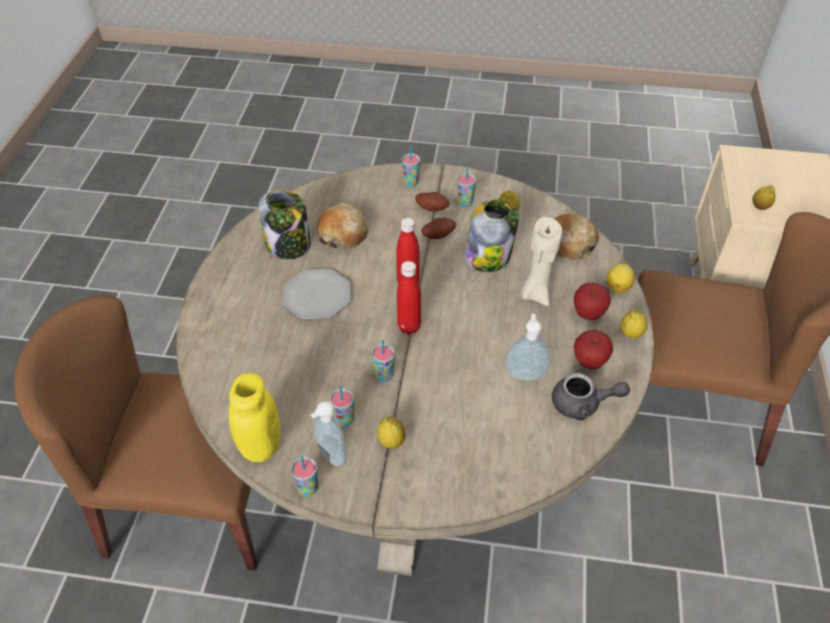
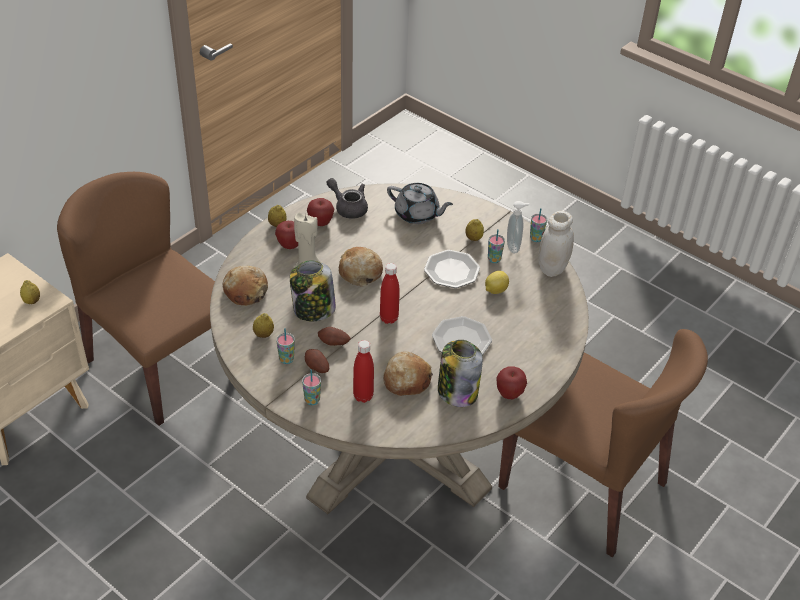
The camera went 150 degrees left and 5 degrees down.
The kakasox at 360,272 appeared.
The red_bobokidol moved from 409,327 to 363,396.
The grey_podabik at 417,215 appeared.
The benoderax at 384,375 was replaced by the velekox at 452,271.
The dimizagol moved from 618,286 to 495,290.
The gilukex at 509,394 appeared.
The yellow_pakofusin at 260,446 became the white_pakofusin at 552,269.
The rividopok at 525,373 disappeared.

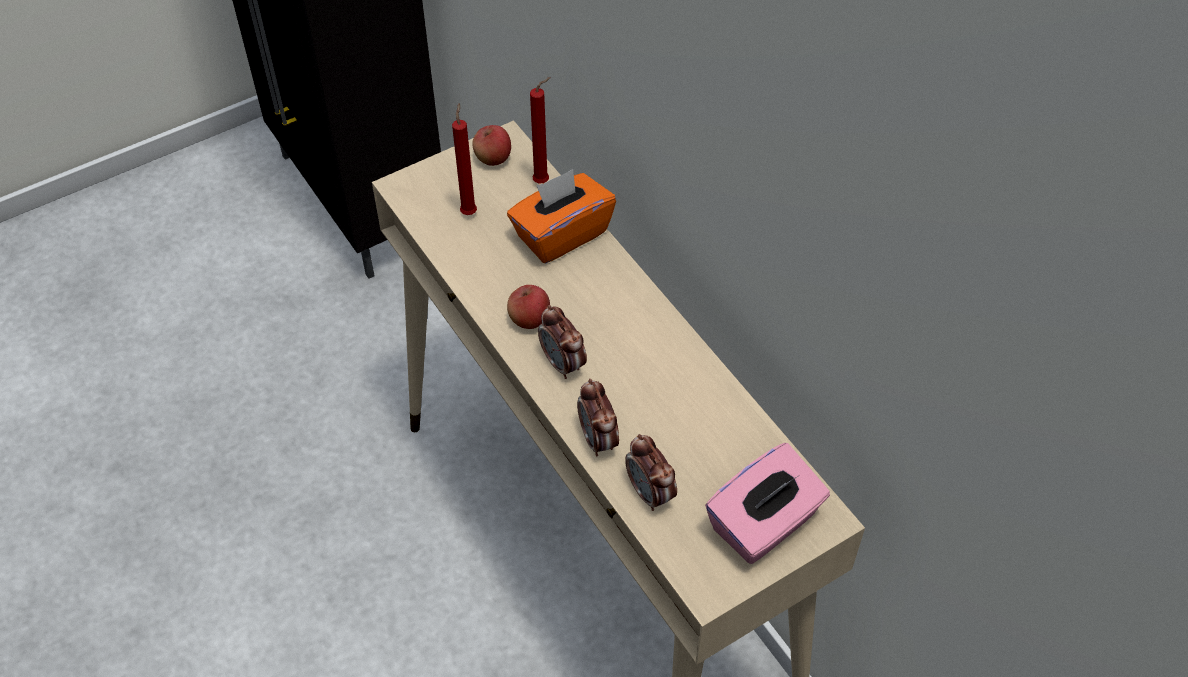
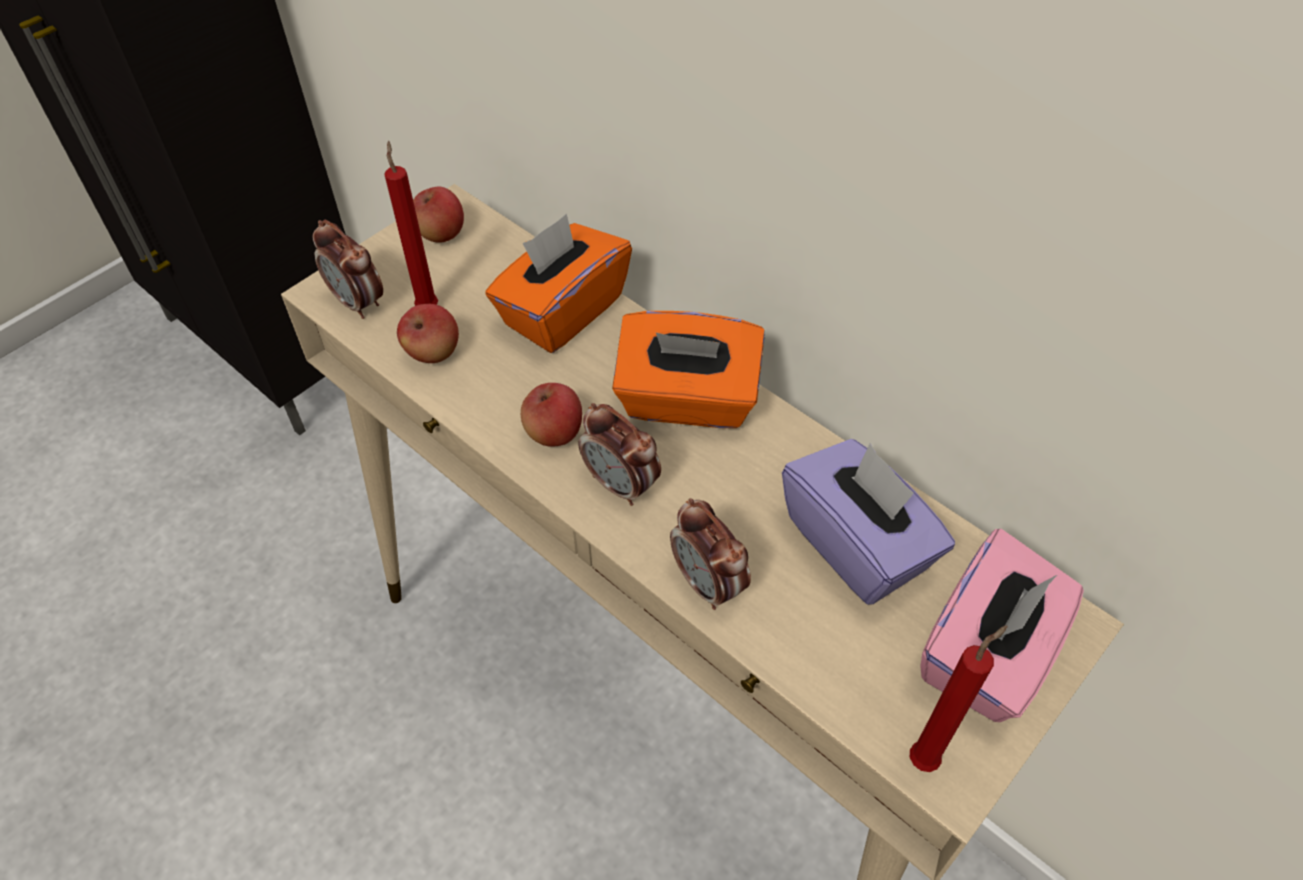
The camera went 15 degrees left and 0 degrees up.
The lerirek moved from 650,493 to 358,302.
The gilukex at 433,353 appeared.
The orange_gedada at 687,401 appeared.
The purple_gedada at 857,544 appeared.
The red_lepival moved from 543,181 to 926,758.

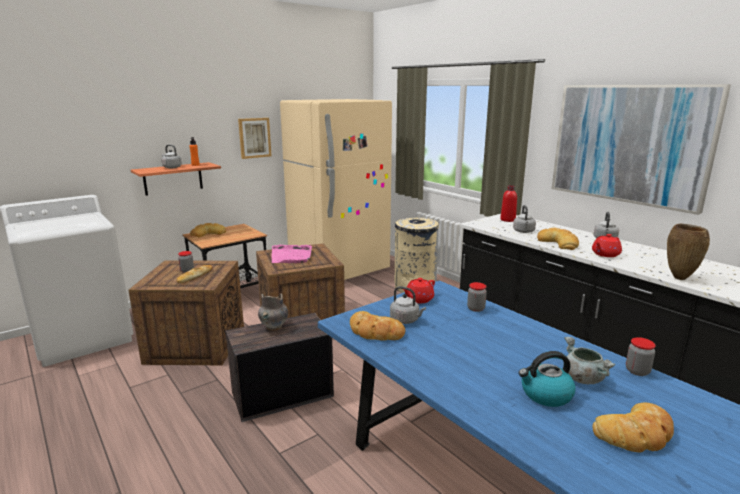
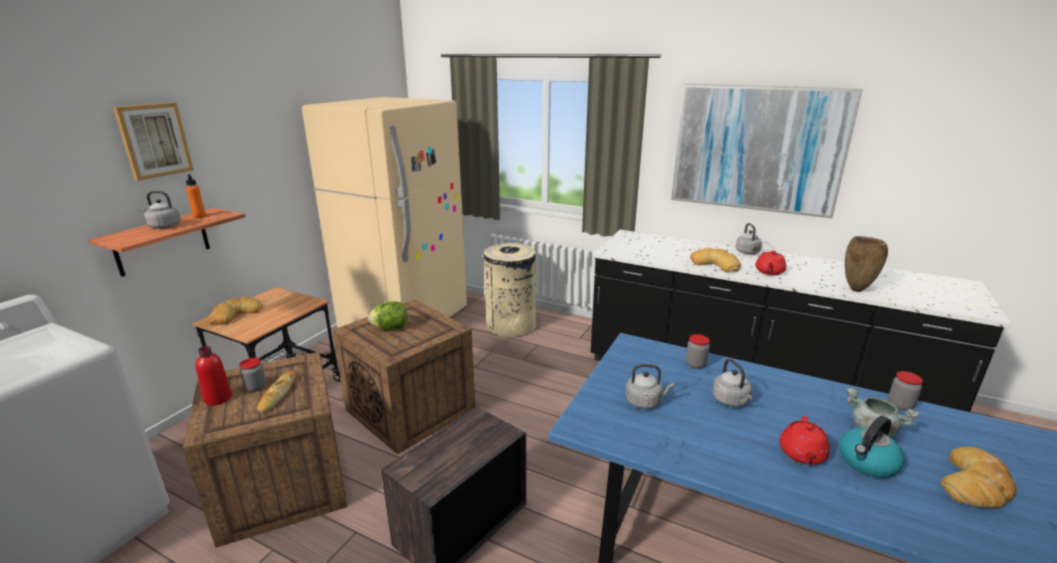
The camera went 25 degrees left and 5 degrees up.
The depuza moved from 254,138 to 154,140.
The red_bobokidol moved from 507,220 to 218,398.
The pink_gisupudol at 291,256 was replaced by the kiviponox at 390,328.
The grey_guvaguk moved from 523,232 to 731,401.
The red_podabik moved from 418,299 to 801,454.
The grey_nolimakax at 274,327 disappeared.
The kakasox at 375,332 disappeared.

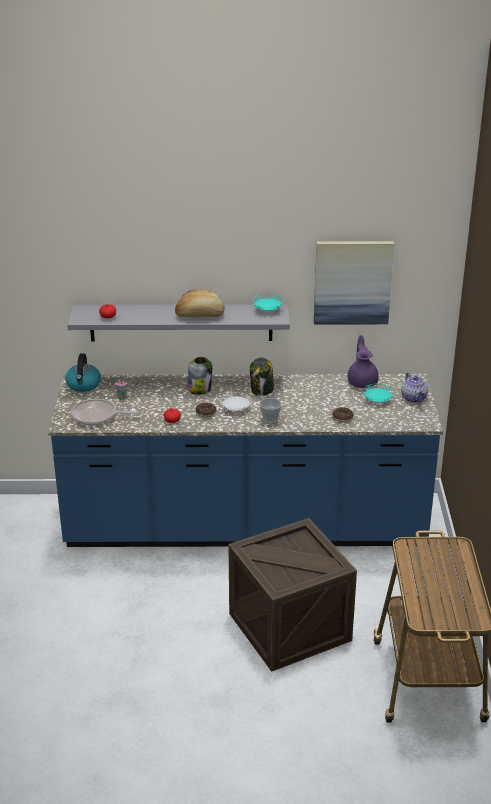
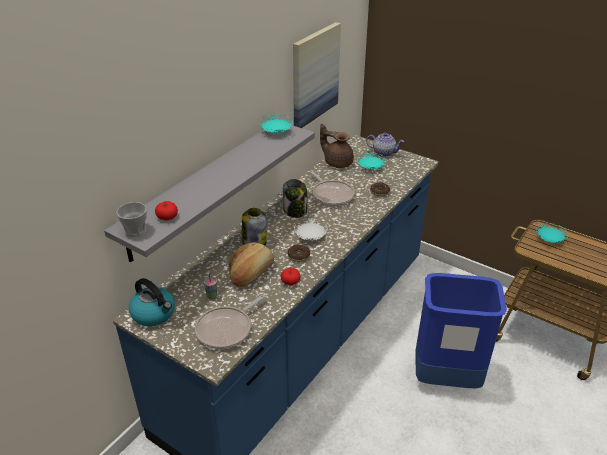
The camera went 55 degrees left and 5 degrees up.
The benoderax moved from 270,420 to 135,231.
The kakasox moved from 200,315 to 252,273.
The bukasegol at 331,195 appeared.
The purple_podabik at 362,382 became the brown_podabik at 337,162.
The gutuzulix at 289,627 was replaced by the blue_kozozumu at 446,378.
The turquoise_velekox at 549,239 appeared.

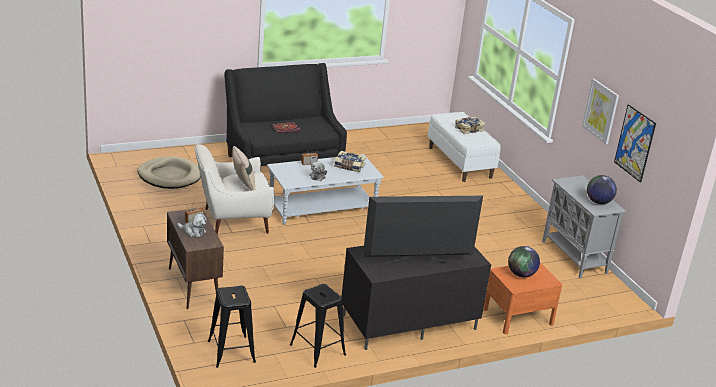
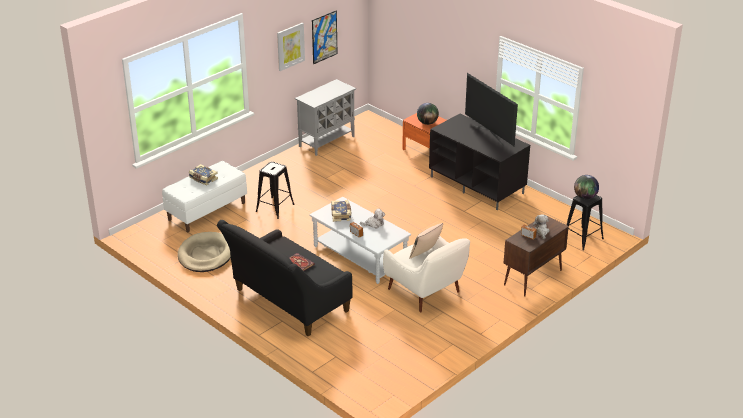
The camera went 110 degrees left and 5 degrees up.
The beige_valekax moved from 169,176 to 205,255.
The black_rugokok moved from 317,349 to 274,208.
The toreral moved from 598,202 to 585,197.

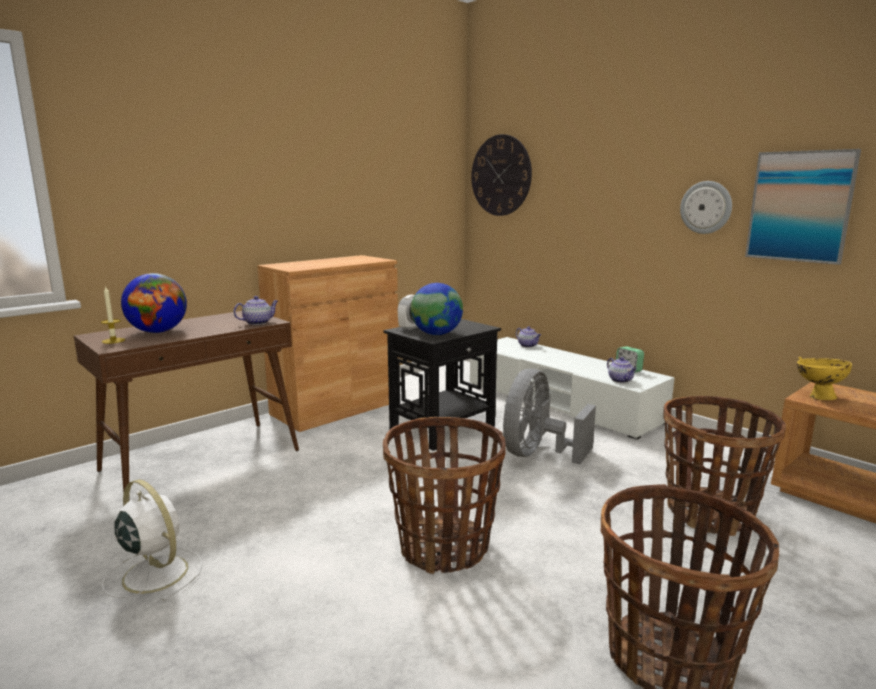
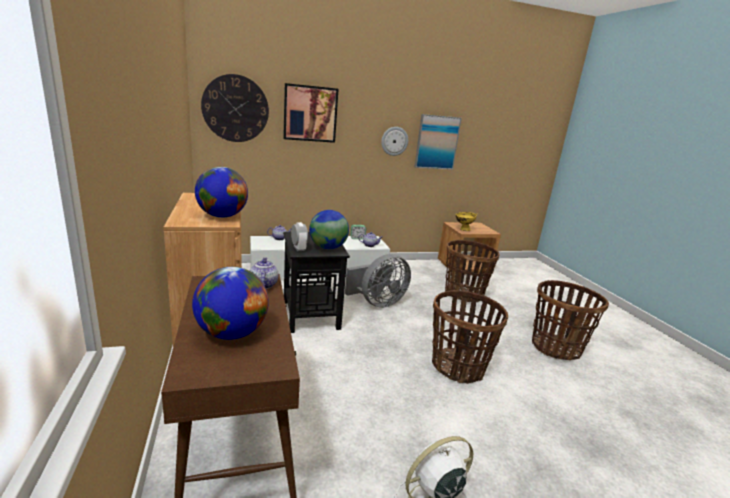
The camera went 65 degrees left and 5 degrees up.
The toreral at 222,216 appeared.
The depuza at 310,113 appeared.
The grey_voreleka at 537,454 turned 90 degrees counterclockwise.
The lepival at 113,341 disappeared.

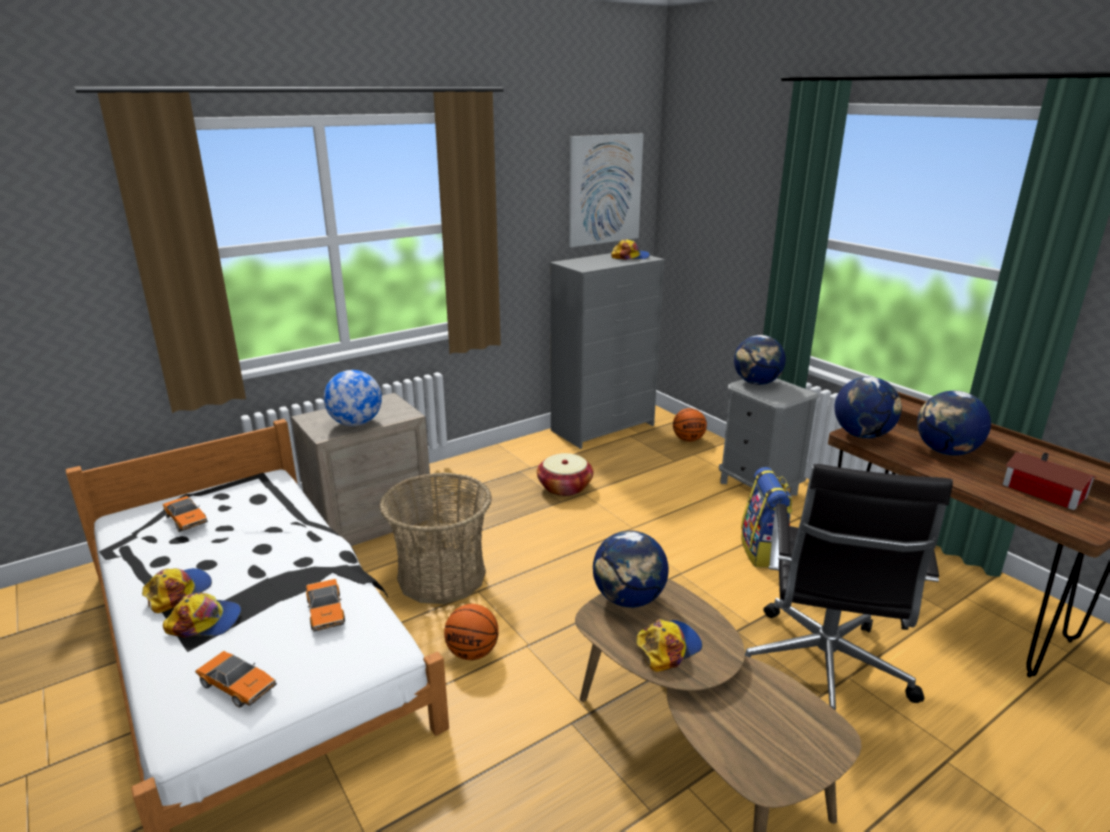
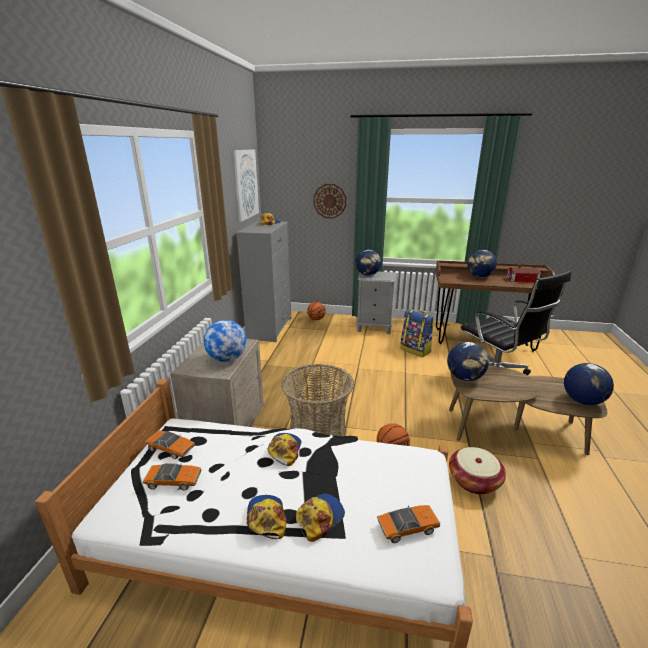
The camera went 45 degrees left and 0 degrees up.
The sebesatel moved from 326,612 to 171,448.
The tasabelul moved from 668,647 to 285,450.
The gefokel at 329,201 appeared.
The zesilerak moved from 565,487 to 474,480.
The toreral moved from 862,435 to 582,401.

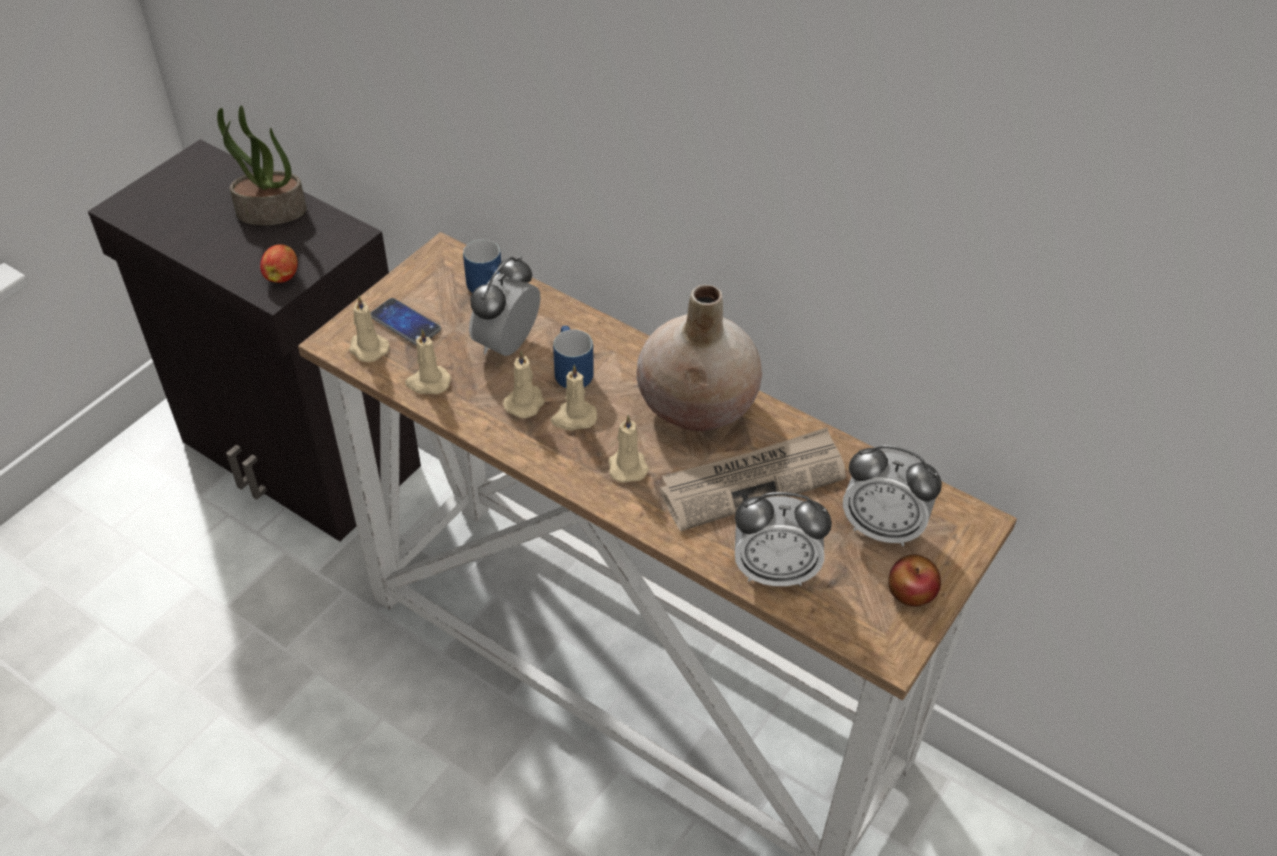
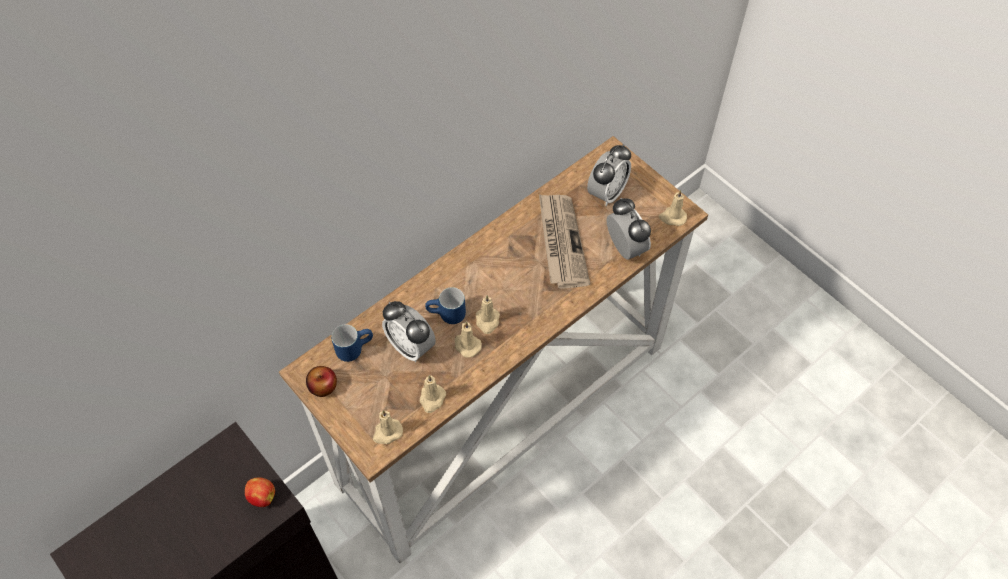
The camera went 75 degrees left and 10 degrees up.
The gilukex moved from 911,592 to 323,386.
The lerirek at 774,571 turned 45 degrees counterclockwise.
The beige_lepival moved from 627,466 to 672,217.
The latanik at 270,212 disappeared.
The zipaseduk at 405,323 disappeared.
The beige_nolimakax at 697,405 disappeared.

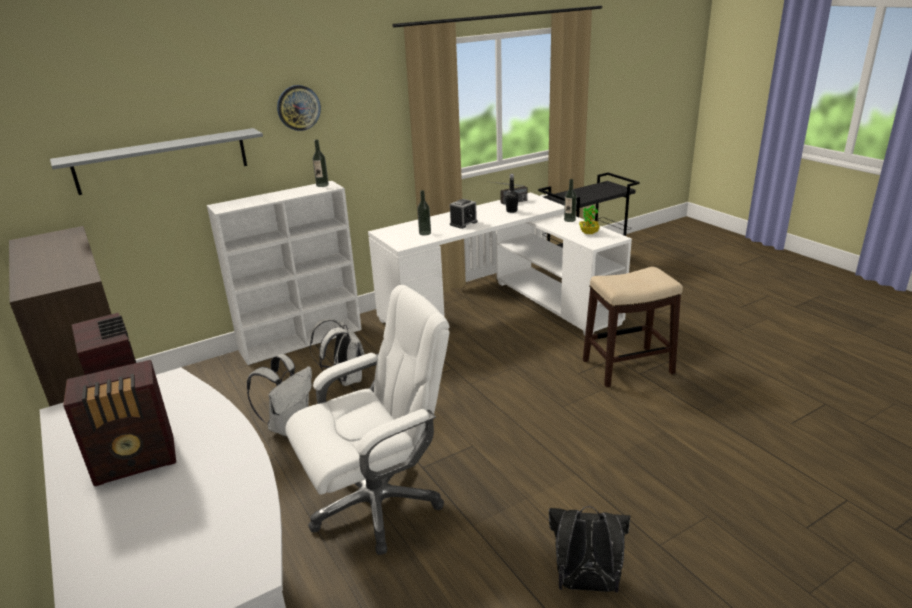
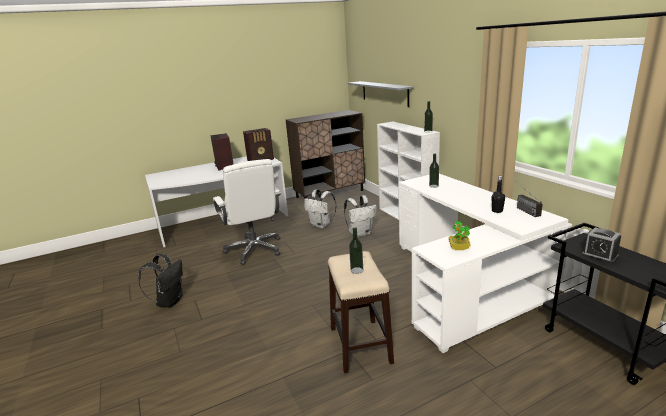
The camera went 95 degrees right and 5 degrees down.
The bobokidol moved from 569,220 to 357,270.
The lerirek moved from 463,223 to 599,255.
The gefokel at 298,107 disappeared.

